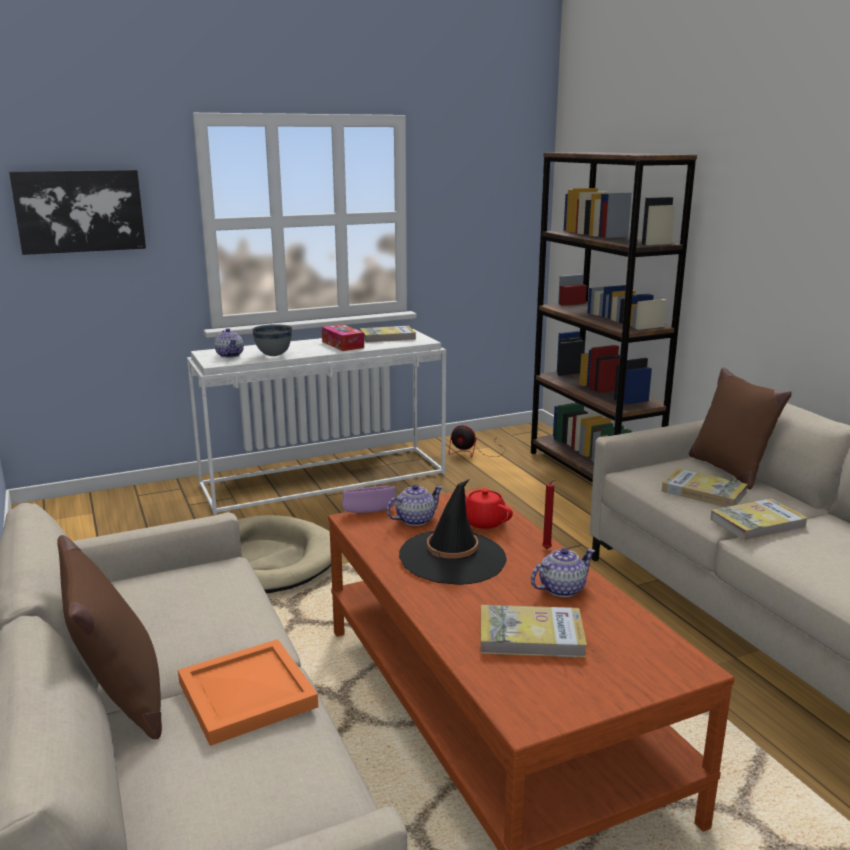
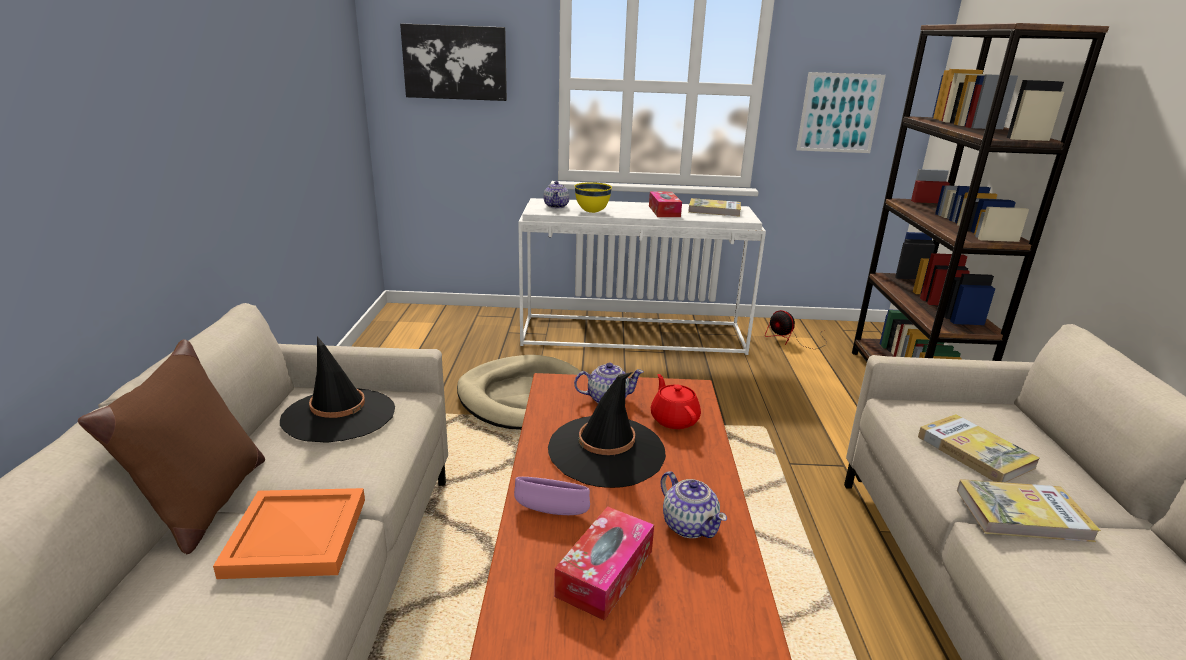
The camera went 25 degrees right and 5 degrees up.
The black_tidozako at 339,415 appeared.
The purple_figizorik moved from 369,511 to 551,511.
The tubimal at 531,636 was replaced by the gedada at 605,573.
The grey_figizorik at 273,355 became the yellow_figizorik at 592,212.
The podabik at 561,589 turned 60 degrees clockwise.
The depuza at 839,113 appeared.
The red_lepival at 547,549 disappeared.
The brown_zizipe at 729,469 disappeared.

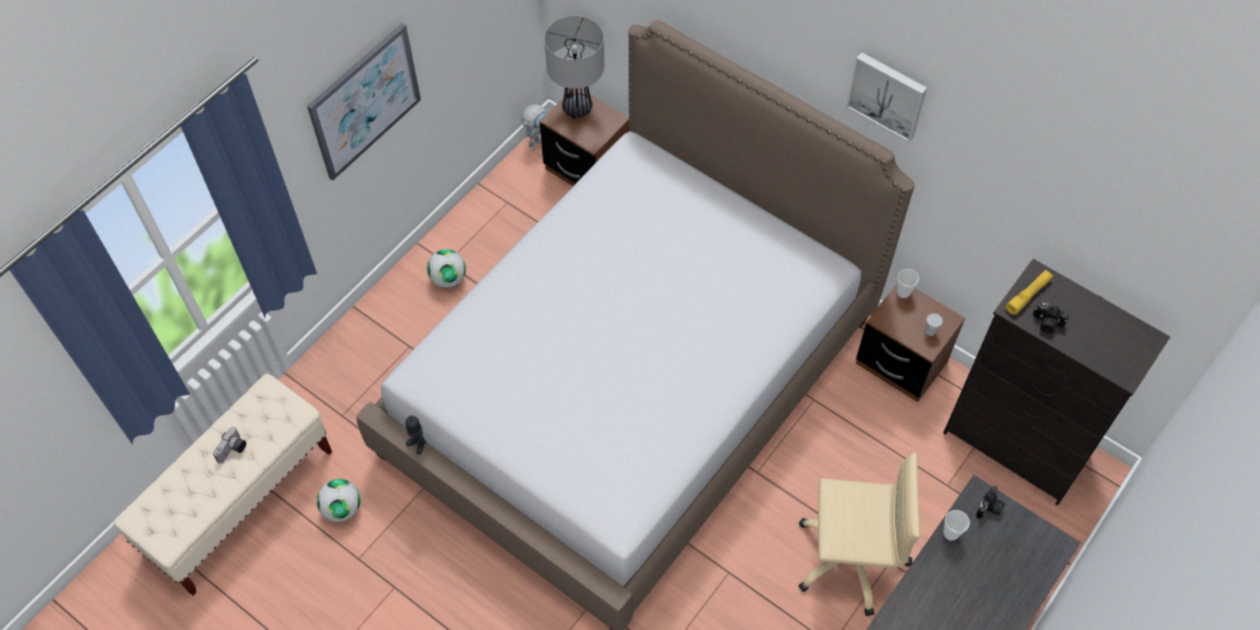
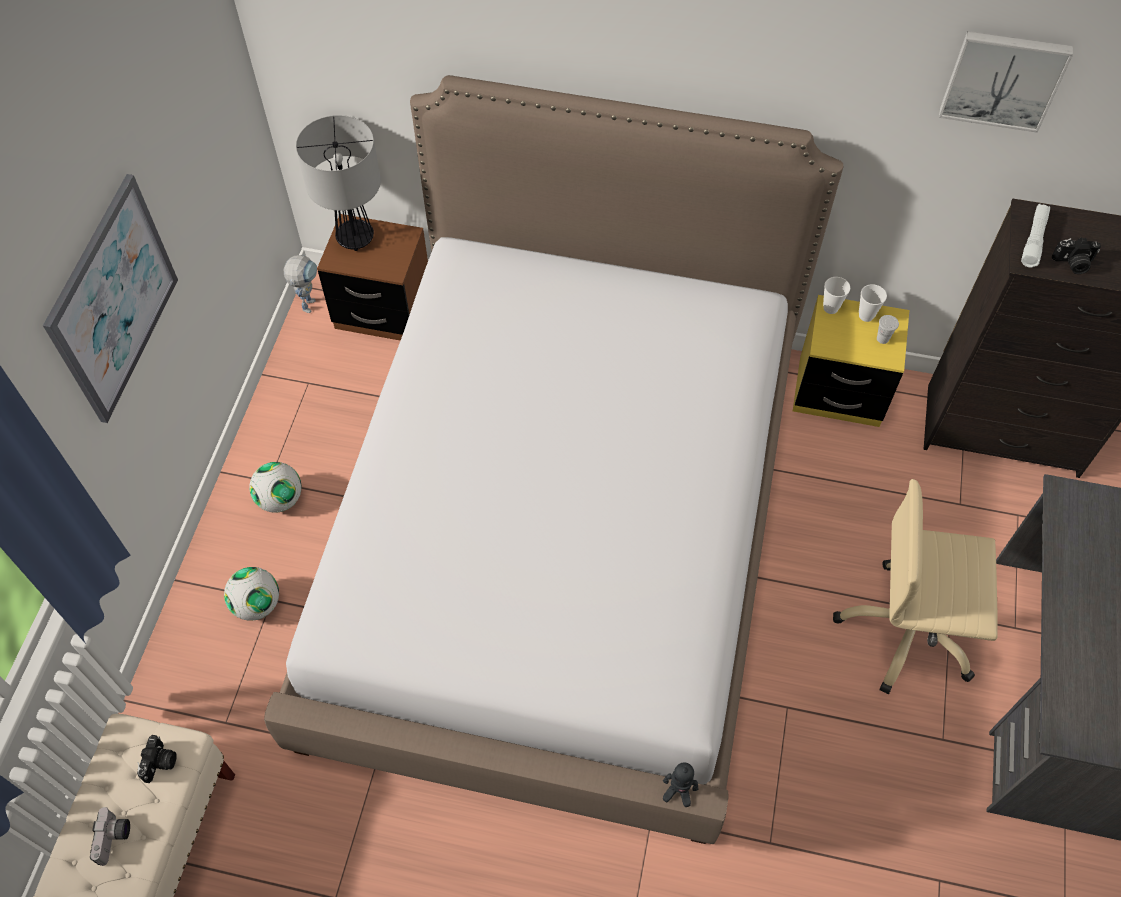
The camera went 25 degrees left and 0 degrees up.
The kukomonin moved from 989,508 to 161,763.
The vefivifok moved from 342,509 to 257,604.
The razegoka moved from 417,444 to 678,793.
The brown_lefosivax at 901,363 became the yellow_lefosivax at 838,392.
The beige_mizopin at 850,558 turned 150 degrees counterclockwise.
The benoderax moved from 950,534 to 866,315.
The depuza moved from 888,95 to 1003,78.
The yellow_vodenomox at 1028,295 became the white_vodenomox at 1034,240.

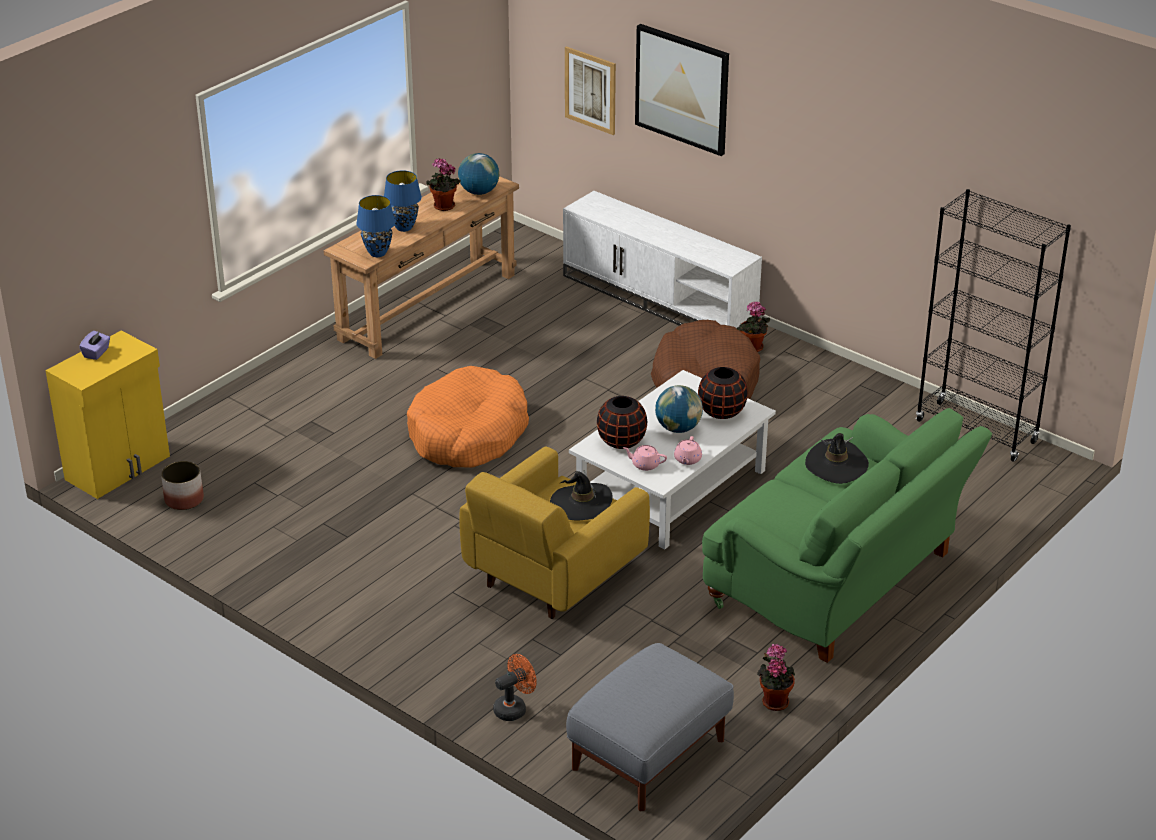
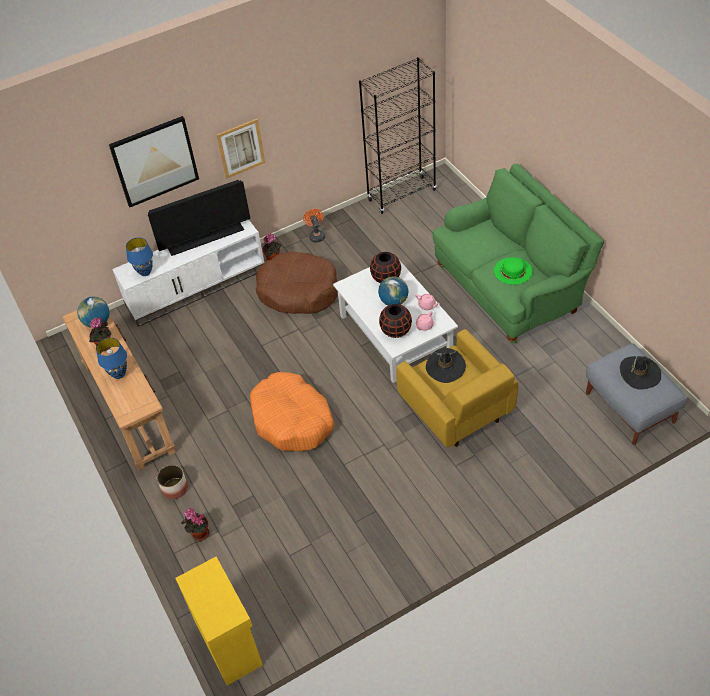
The camera went 65 degrees left and 15 degrees up.
The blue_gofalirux moved from 377,253 to 145,272.
The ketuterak at 206,238 appeared.
The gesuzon moved from 184,500 to 175,488.
The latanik moved from 774,701 to 199,534.
The depuza moved from 590,90 to 241,148.
The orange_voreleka moved from 514,708 to 316,235.
The green_tidozako at 513,271 appeared.
The black_tidozako moved from 836,465 to 639,373.
The purple_gedada at 96,353 disappeared.

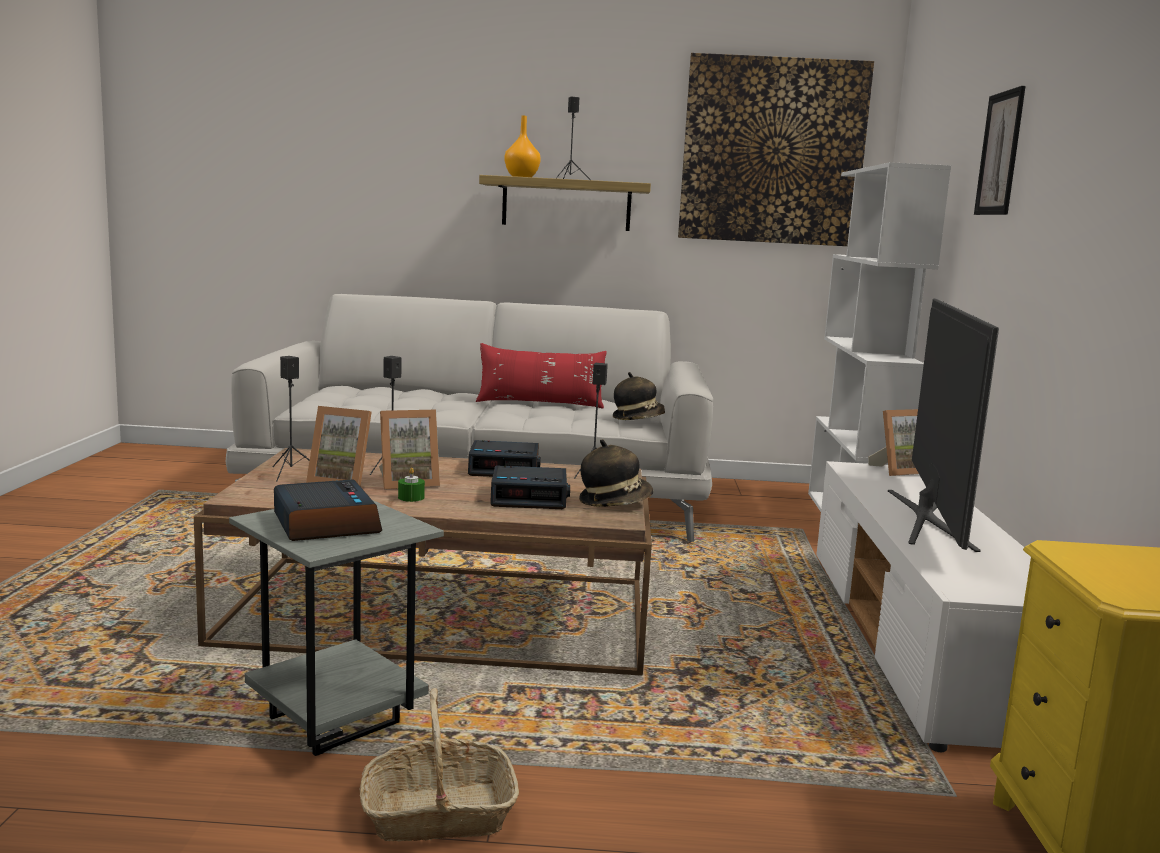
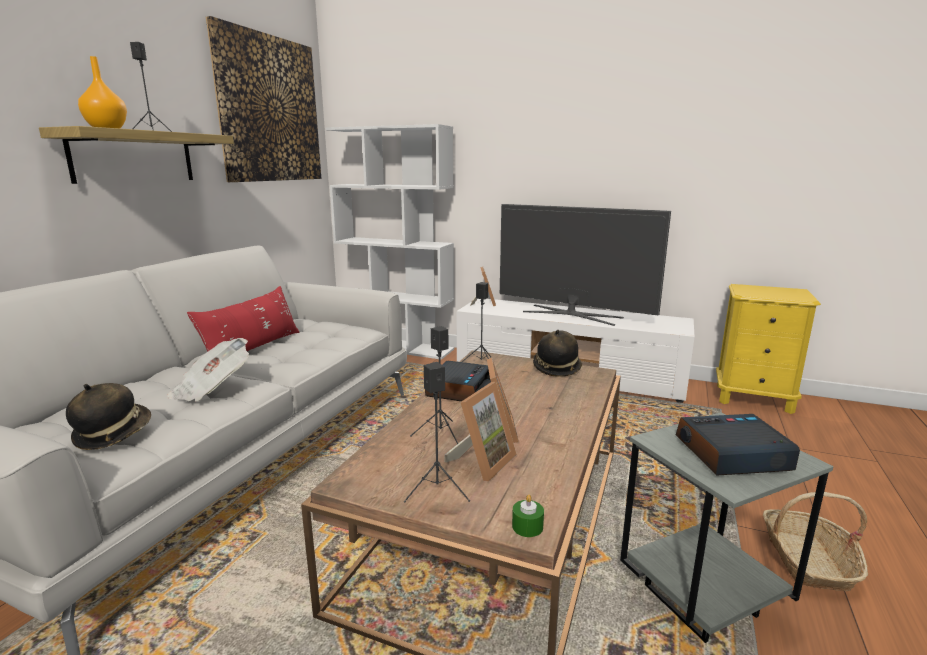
The camera went 70 degrees left and 5 degrees up.
The tidozako moved from 638,418 to 113,434.
The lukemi at 212,389 appeared.
The green_lepival moved from 411,497 to 527,526.
The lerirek at 530,497 disappeared.
The depuza at 1000,153 disappeared.

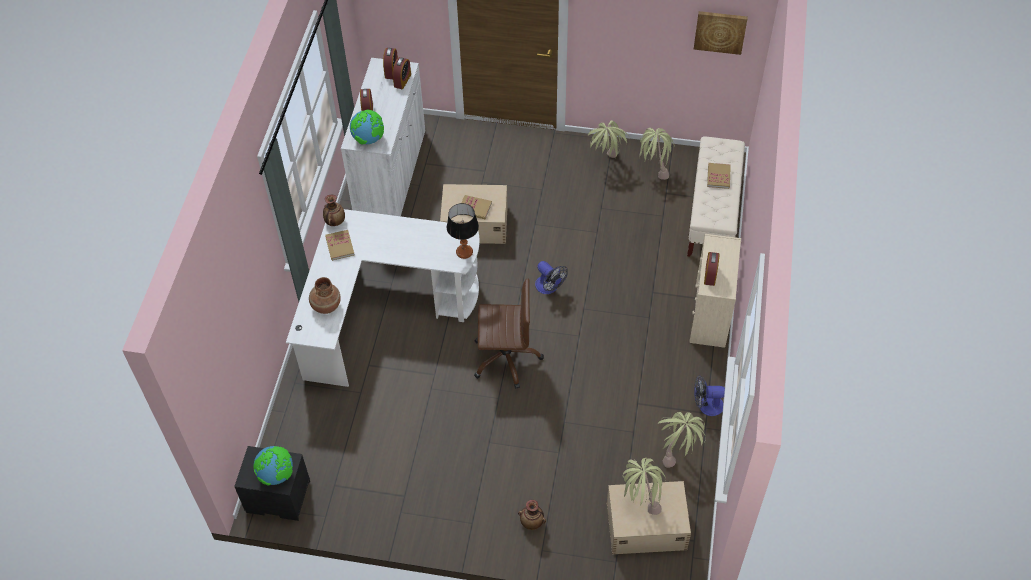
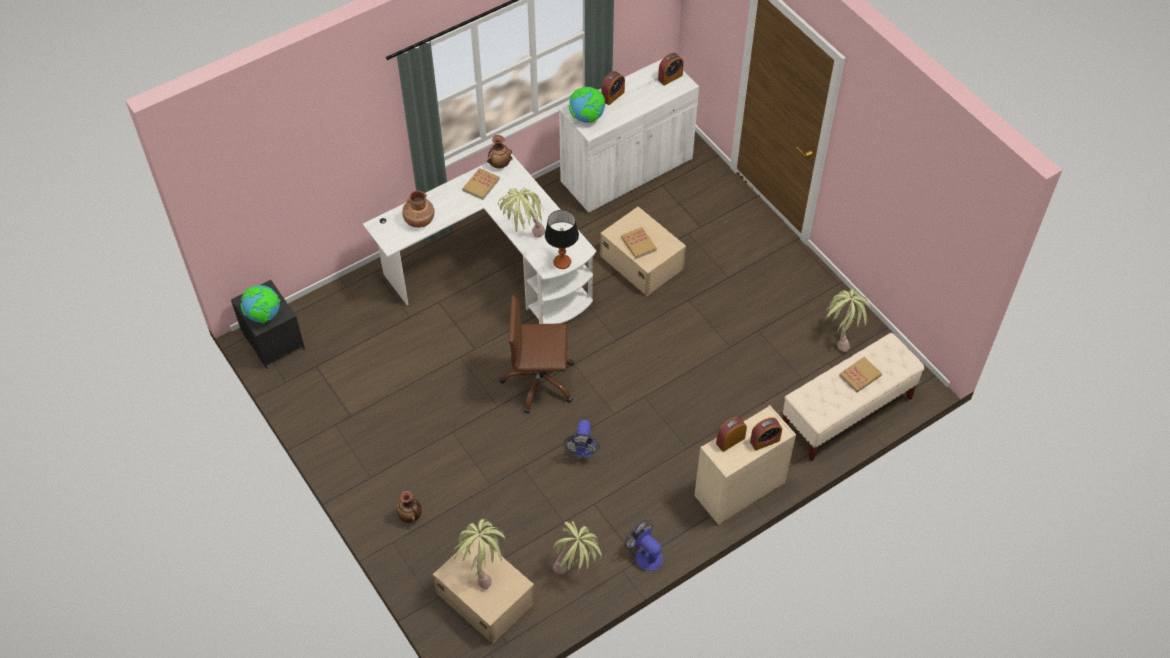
The camera went 45 degrees right and 0 degrees up.
The latanik moved from 605,163 to 523,236.
The brown_mizopin at 506,358 turned 135 degrees clockwise.
The voreleka moved from 549,287 to 583,451.
The lerirek moved from 402,80 to 765,441.
The depuza at 720,31 disappeared.

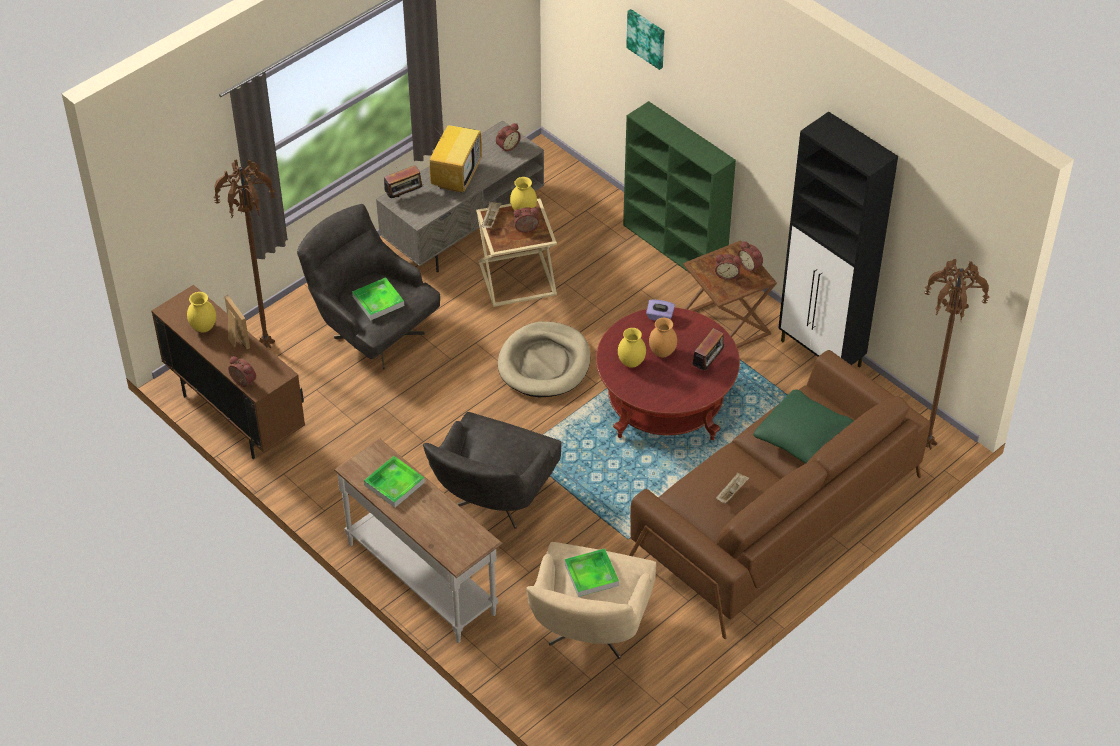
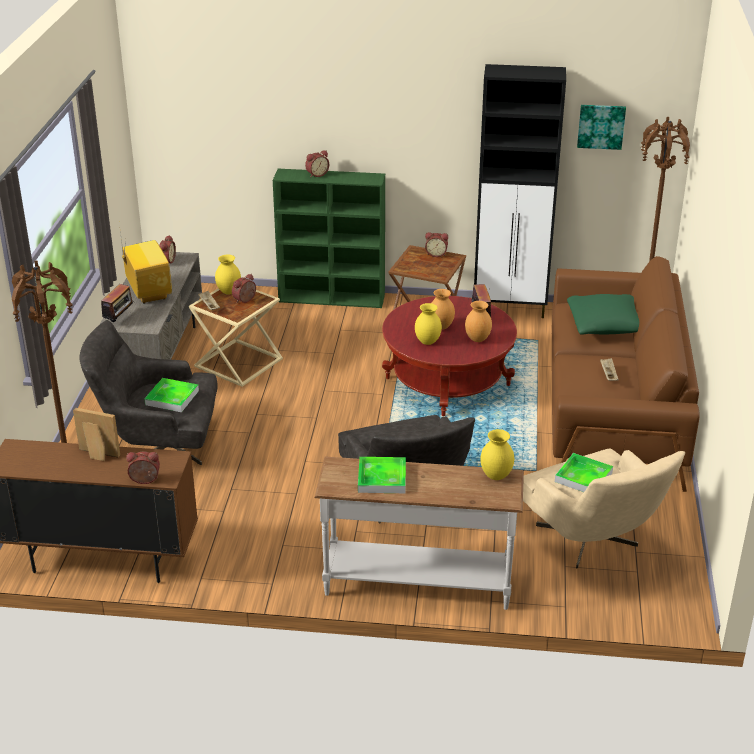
The camera went 40 degrees left and 15 degrees down.
The lerirek moved from 727,274 to 316,174.
The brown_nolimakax at 477,339 appeared.
The yellow_nolimakax moved from 204,327 to 496,475.
The depuza moved from 647,38 to 601,126.
The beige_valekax at 544,363 disappeared.
The purple_gedada at 660,317 disappeared.

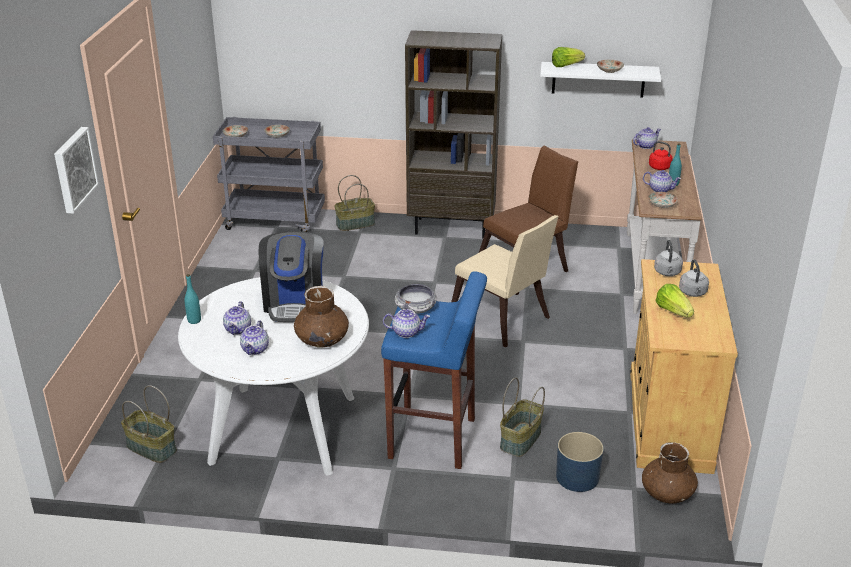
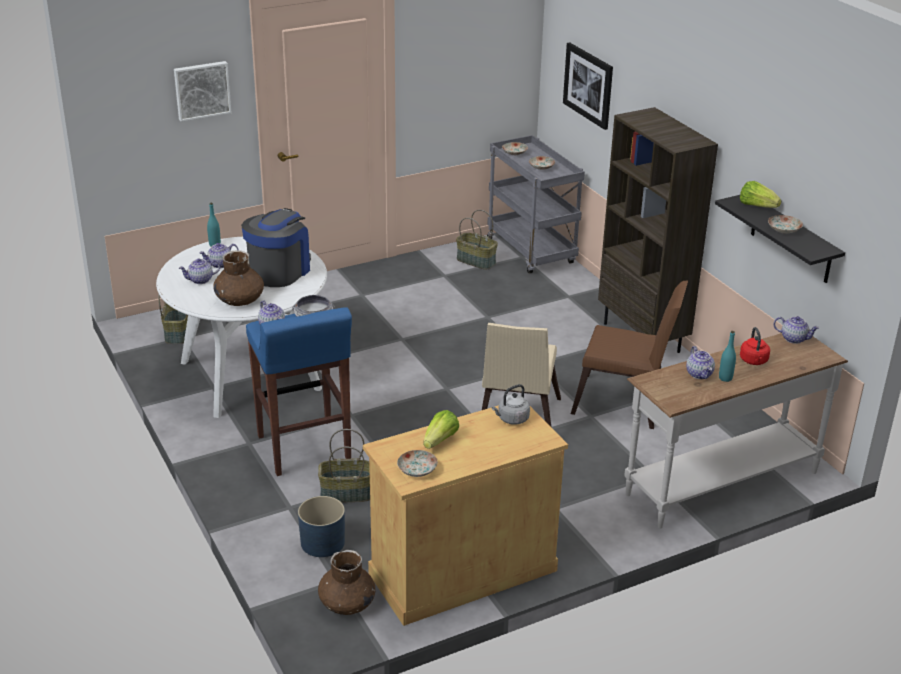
The camera went 55 degrees right and 0 degrees up.
The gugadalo at 294,302 turned 150 degrees clockwise.
The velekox moved from 662,205 to 417,470.
The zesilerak moved from 355,224 to 476,261.
The depuza at 588,85 appeared.
The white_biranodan at 598,79 became the black_biranodan at 791,239.
The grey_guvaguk at 693,293 disappeared.

